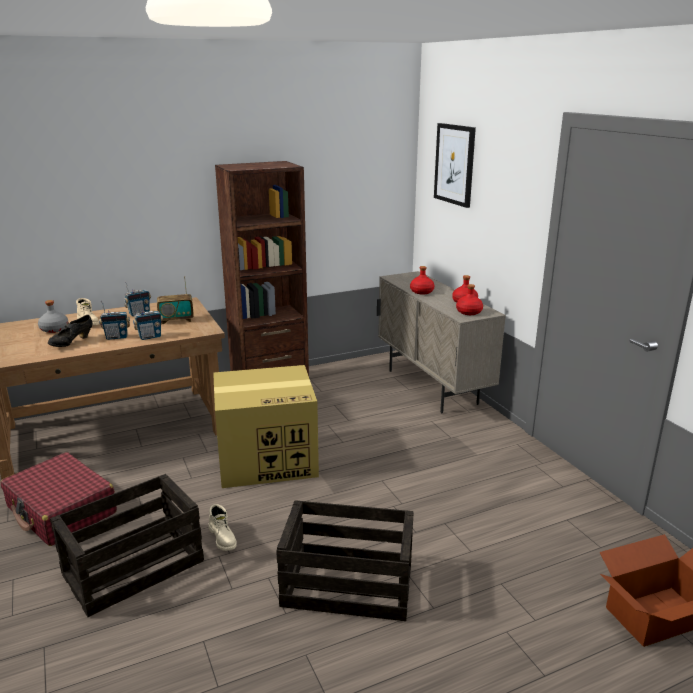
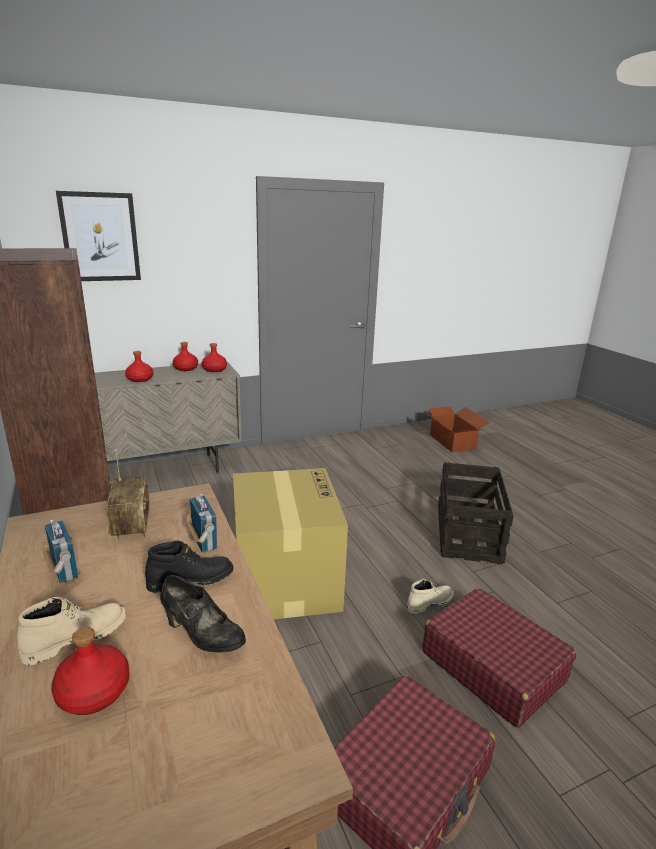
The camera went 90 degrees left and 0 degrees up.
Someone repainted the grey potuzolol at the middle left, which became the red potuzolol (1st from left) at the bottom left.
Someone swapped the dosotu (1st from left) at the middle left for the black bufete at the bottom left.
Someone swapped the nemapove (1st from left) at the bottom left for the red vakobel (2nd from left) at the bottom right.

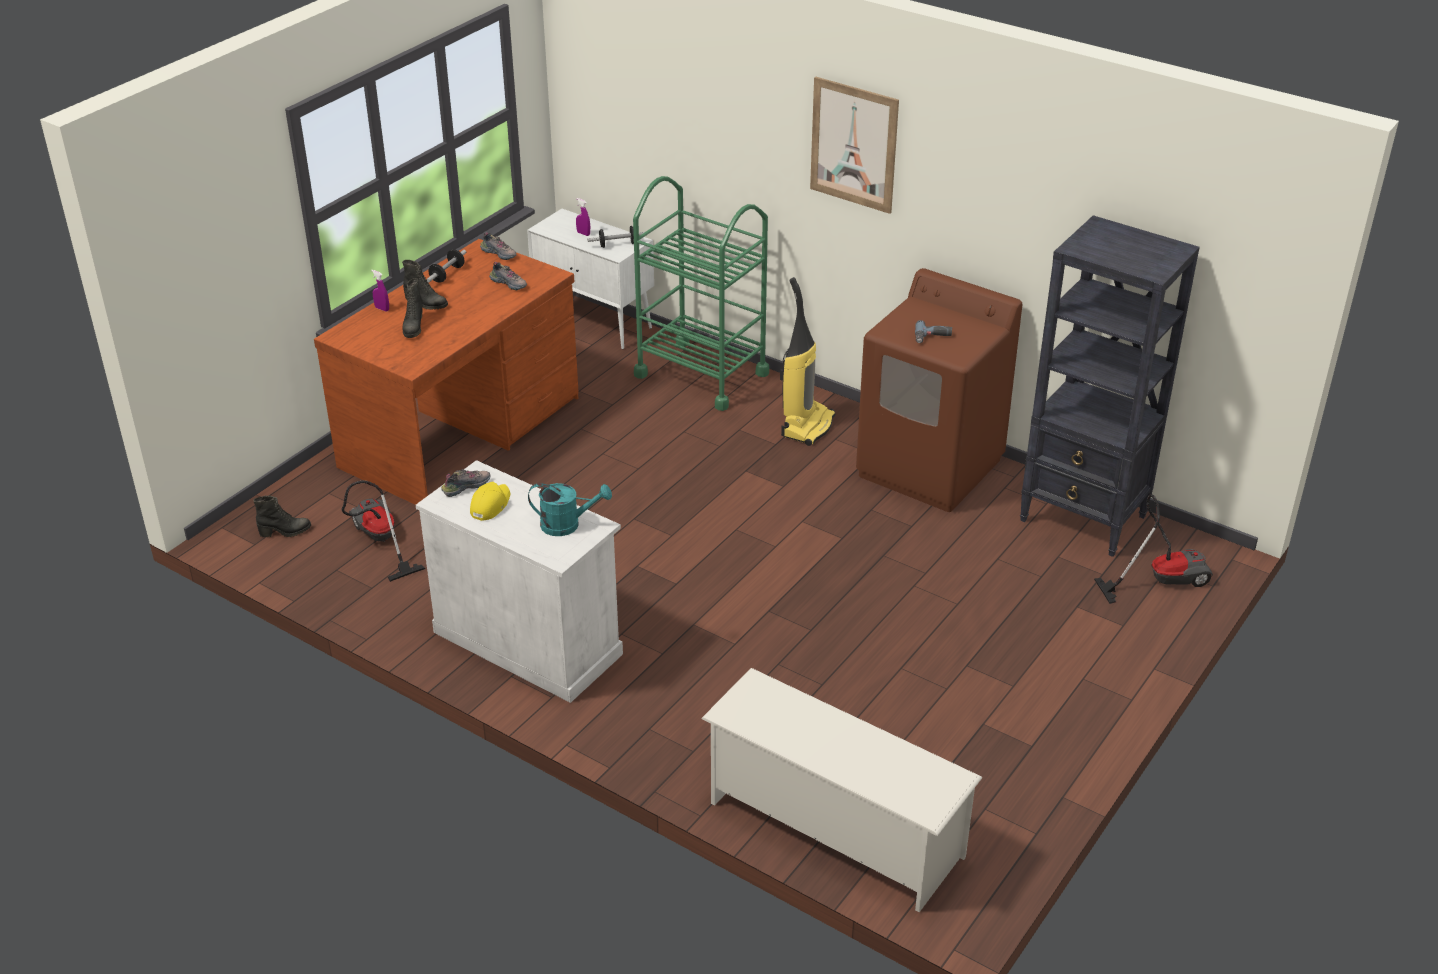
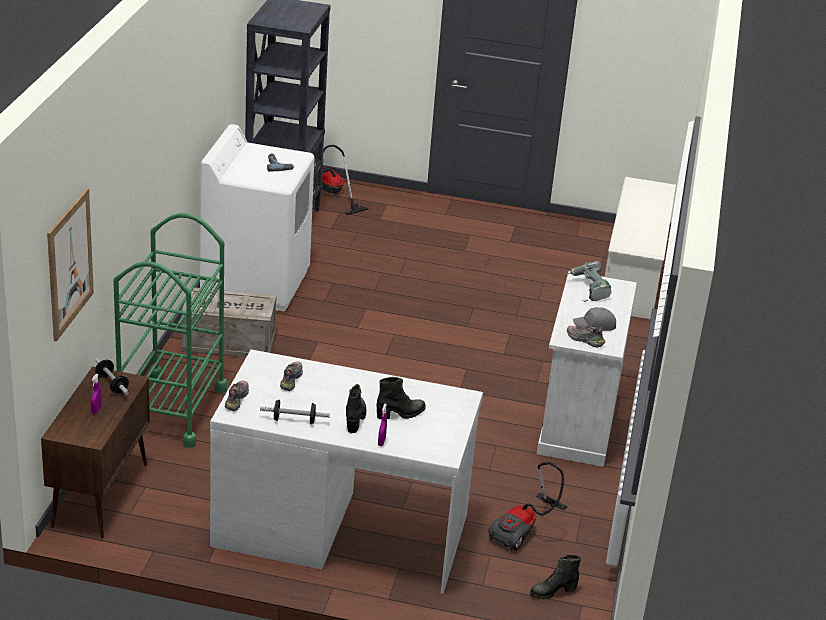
The camera went 115 degrees left and 5 degrees down.
Someone carried the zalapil from the top centre to the middle left.
Someone repainted the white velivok (2nd from left) at the top centre, which became the brown velivok at the bottom left.
Someone repainted the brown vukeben at the middle left, which became the white vukeben at the bottom centre.
Someone repainted the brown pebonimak at the centre, which became the white pebonimak at the middle left.
Someone swapped the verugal (2nd from left) at the centre for the nemapove at the middle left.
Someone repainted the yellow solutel at the centre, which became the grey solutel at the middle right.
Someone swapped the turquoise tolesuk at the centre for the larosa (2nd from left) at the middle right.
Someone rotated the black bufete (1st from left in the first image) at the middle left by 75 degrees counterclockwise.

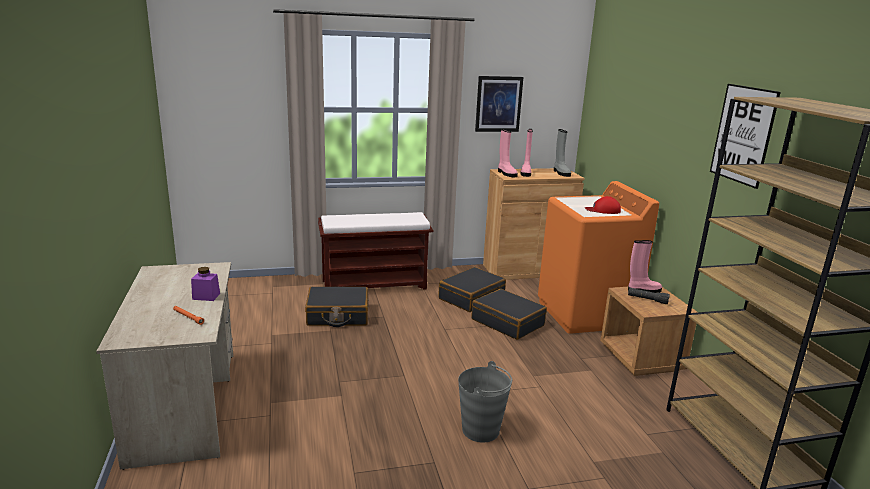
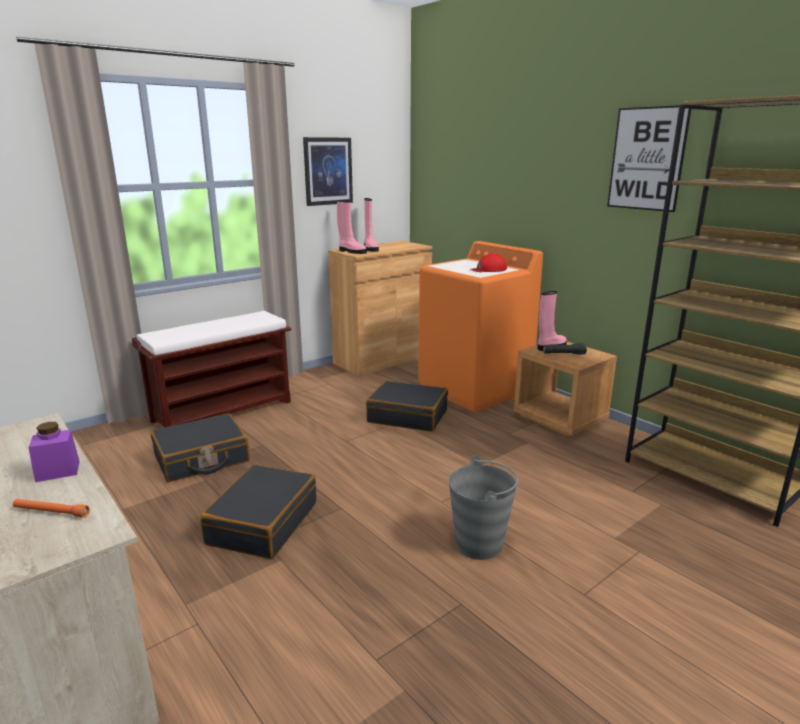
The camera went 25 degrees left and 0 degrees up.
Someone took away the grey bufete at the top centre.
Someone carried the black vakobel (2nd from left) from the centre to the bottom left.

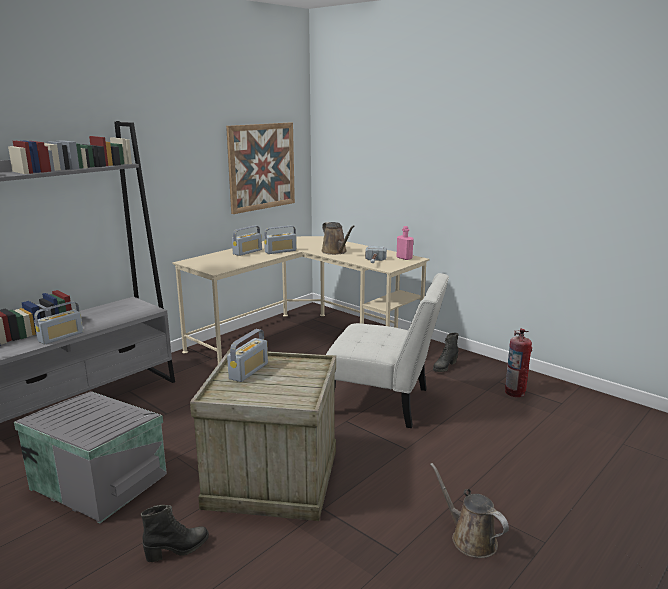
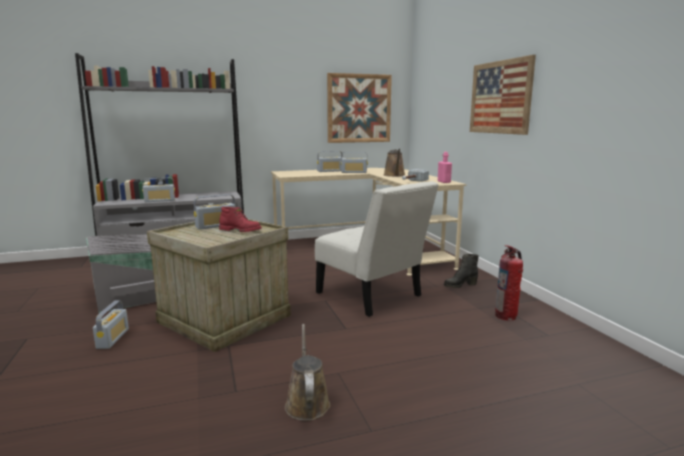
The camera went 30 degrees right and 5 degrees down.
Someone swapped the black bufete (1st from left) at the bottom left for the dosotu (1st from left) at the bottom left.
Someone put up the zalapil (2nd from left) at the top right.
Someone put down the red bufete at the centre.

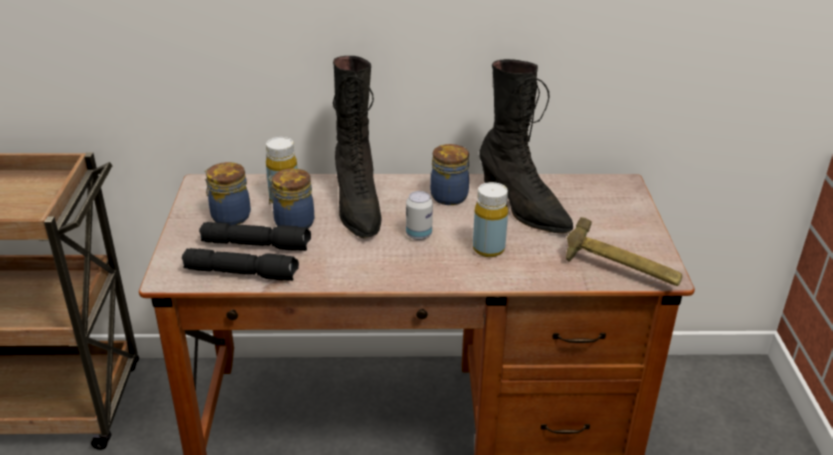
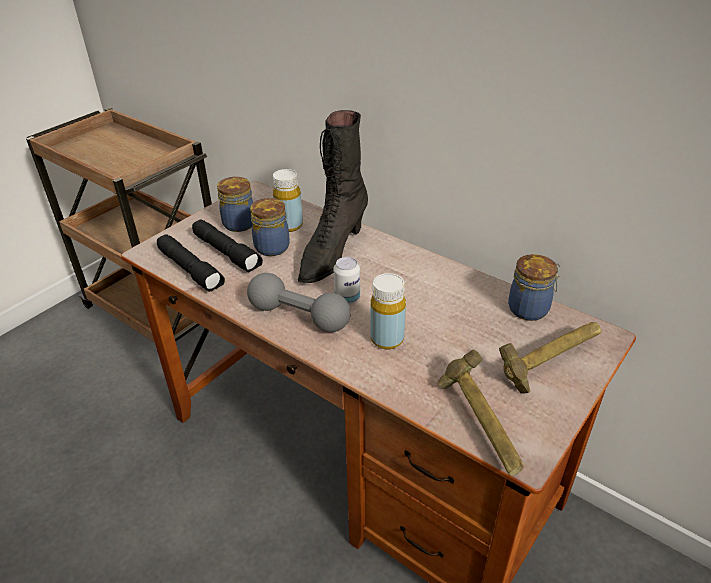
The camera went 40 degrees right and 5 degrees up.
Someone took away the black bufete (2nd from left) at the top centre.
Someone carried the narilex (3rd from left) from the centre to the middle right.
Someone put down the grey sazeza at the centre.
Someone put down the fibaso (2nd from left) at the middle right.

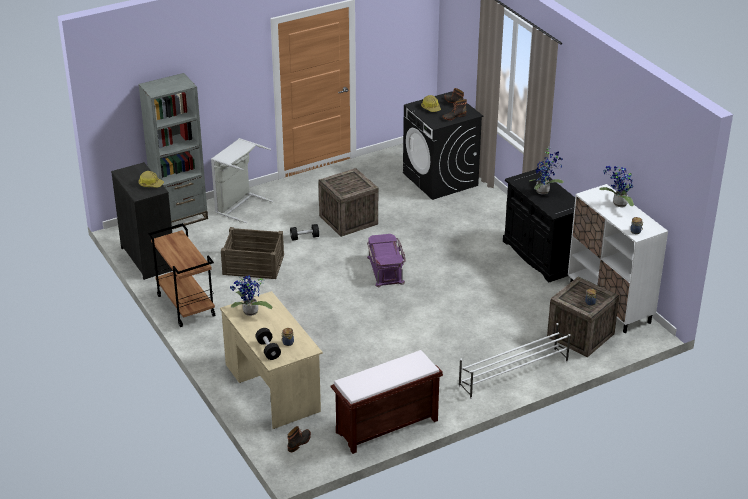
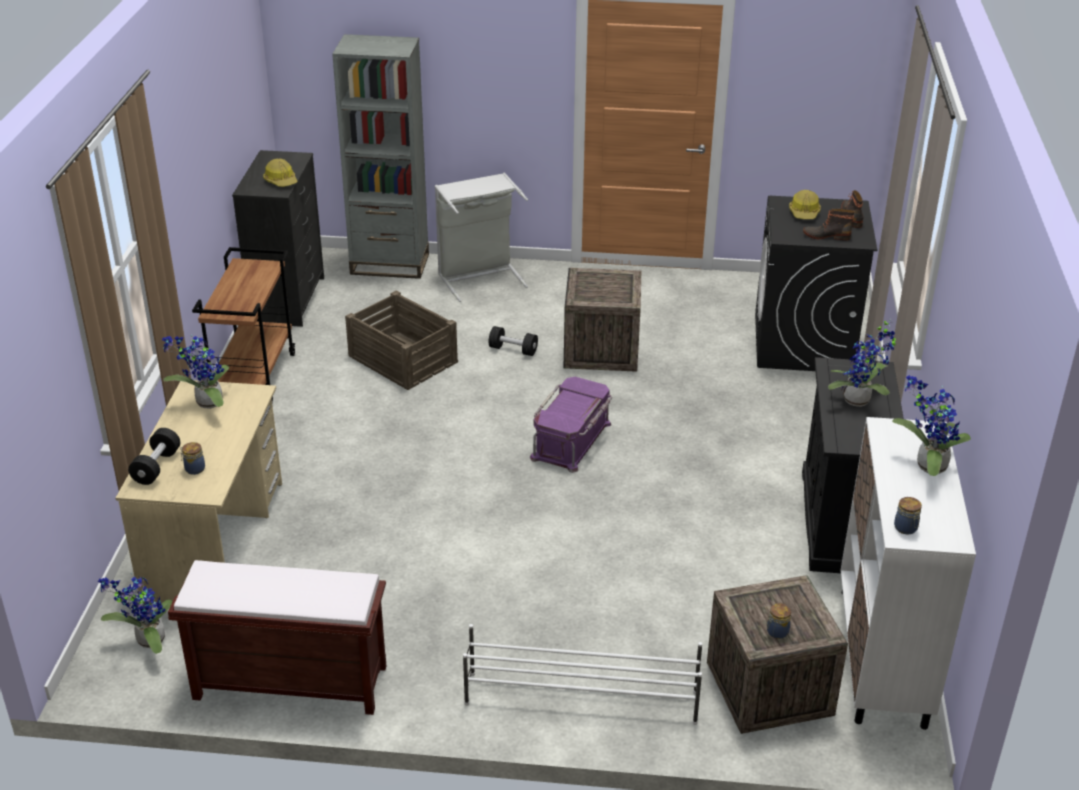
The camera went 35 degrees right and 0 degrees up.
Someone swapped the bufete (1st from left) at the bottom centre for the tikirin (1st from left) at the bottom left.

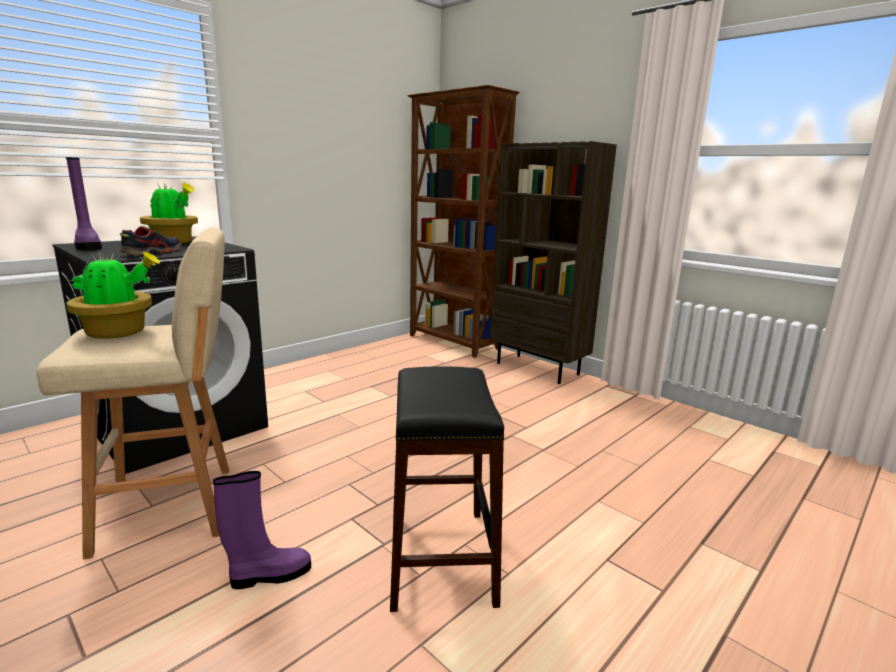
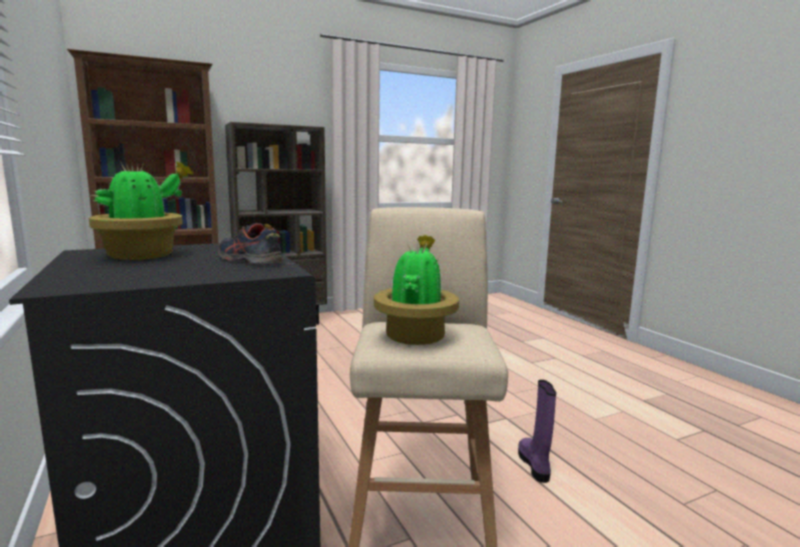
The camera went 70 degrees left and 5 degrees down.
Someone took away the purple bufete (1st from left) at the top left.
Someone took away the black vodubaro at the bottom centre.

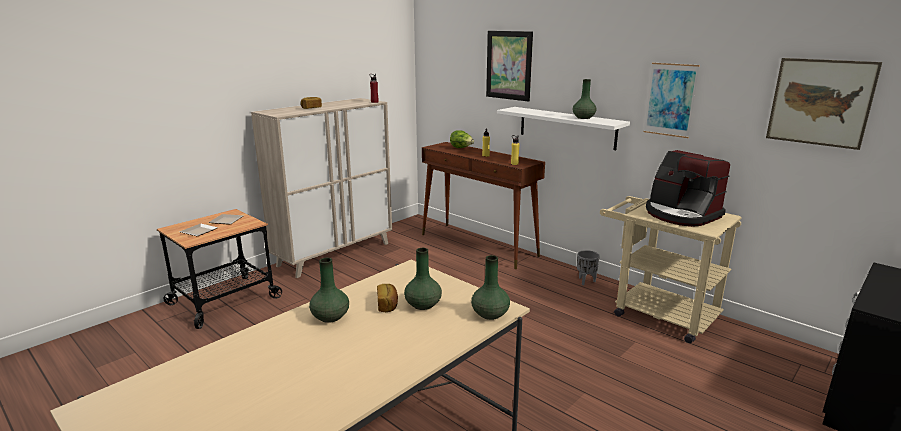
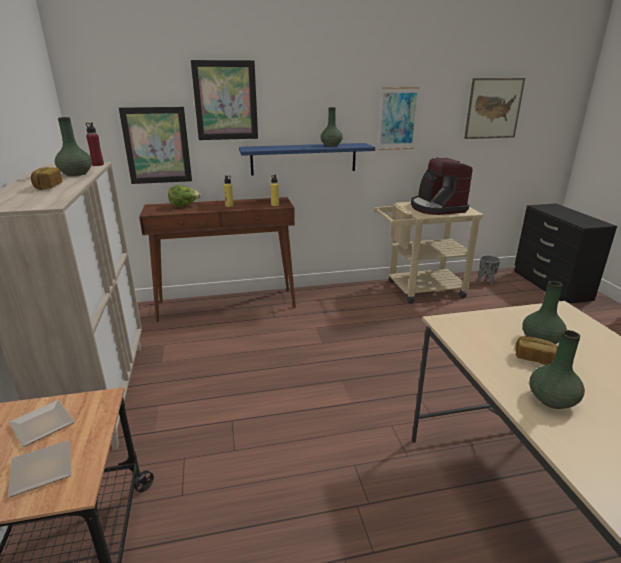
The camera went 55 degrees left and 5 degrees up.
Someone repainted the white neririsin at the top centre, which became the blue neririsin at the top centre.
Someone rotated the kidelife at the middle right by 75 degrees clockwise.
Someone carried the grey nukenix from the centre to the middle right.
Someone carried the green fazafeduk (3rd from left in the first image) from the centre to the top left.
Someone put up the zalapil (1st from left) at the top left.

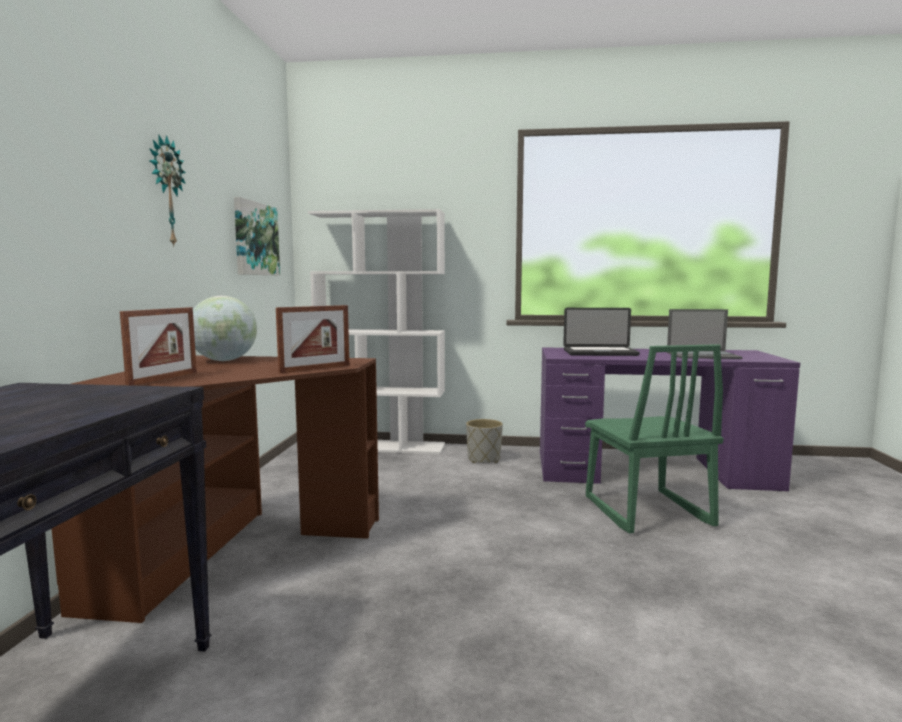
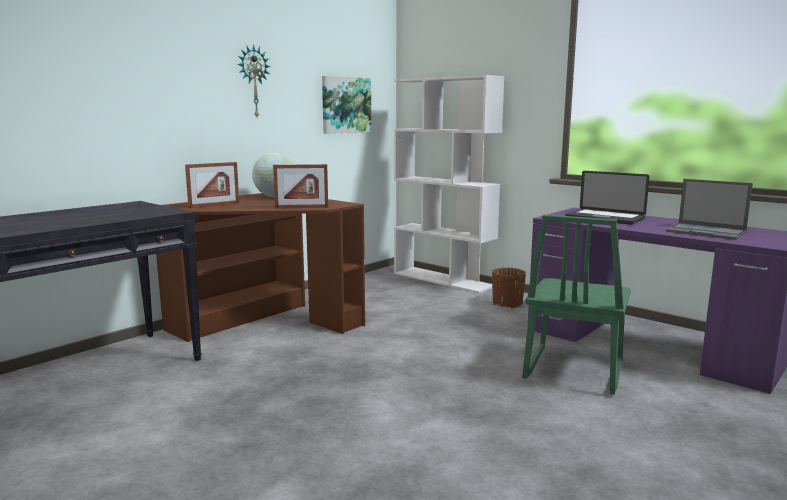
The camera went 35 degrees right and 5 degrees up.
Someone repainted the grey nukenix at the centre, which became the brown nukenix at the centre.

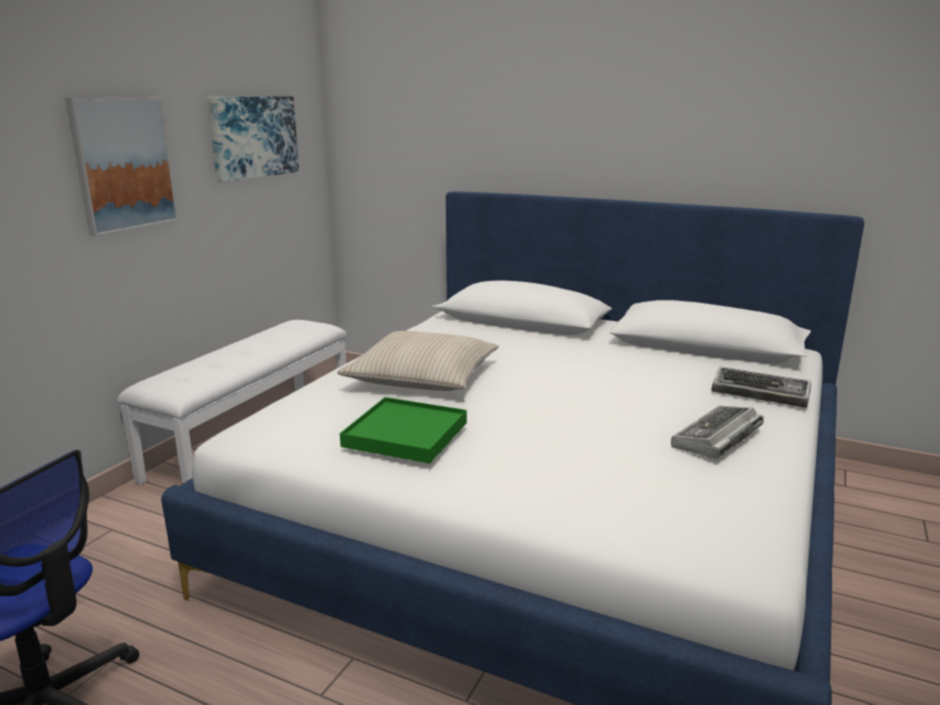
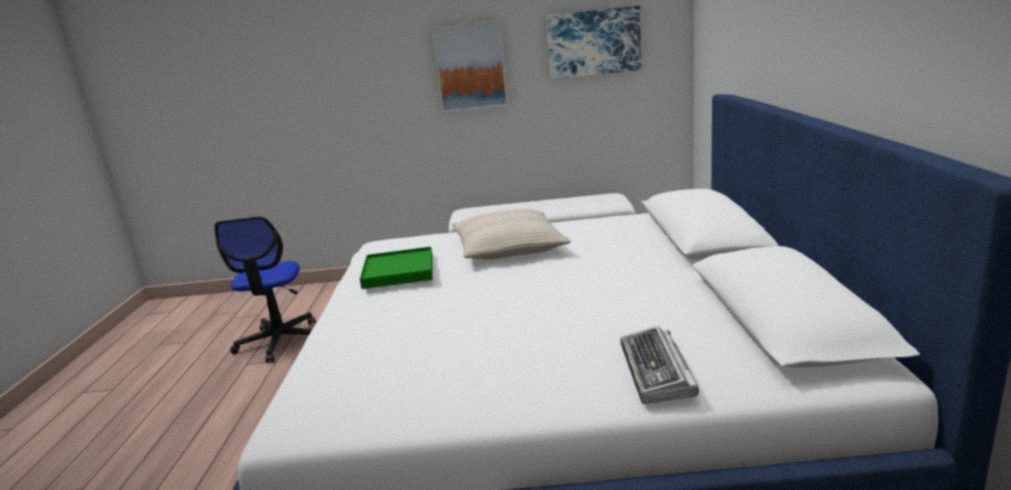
The camera went 65 degrees right and 0 degrees up.
Someone took away the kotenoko (1st from left) at the middle right.

